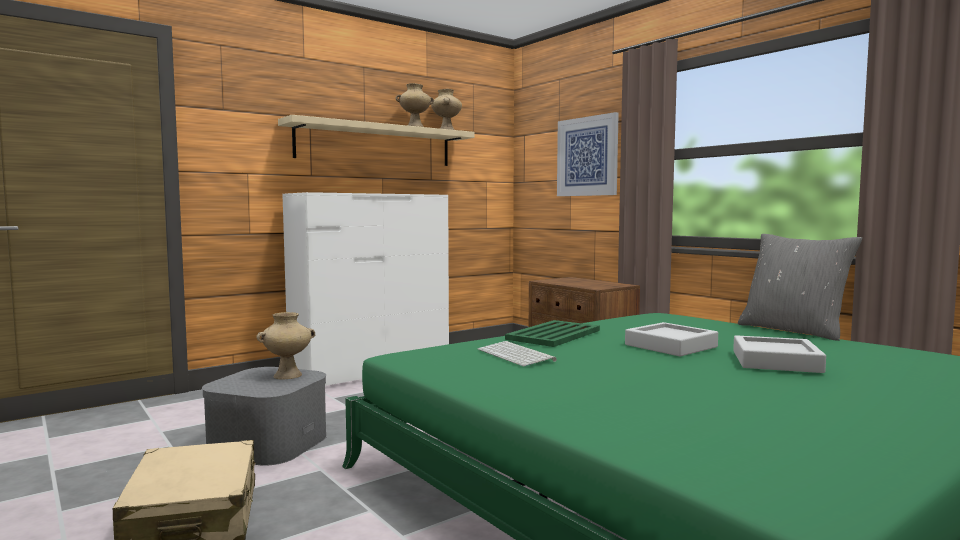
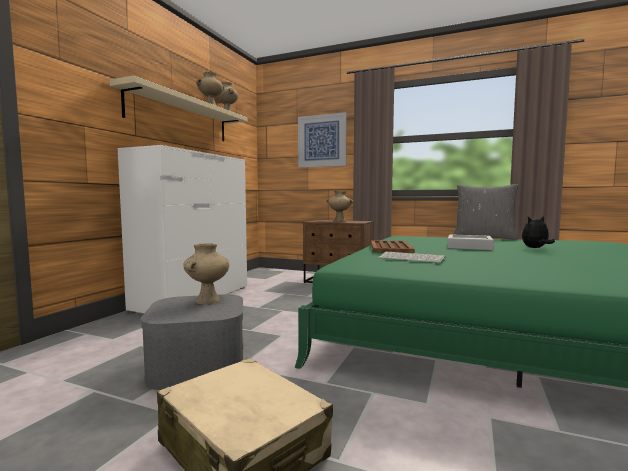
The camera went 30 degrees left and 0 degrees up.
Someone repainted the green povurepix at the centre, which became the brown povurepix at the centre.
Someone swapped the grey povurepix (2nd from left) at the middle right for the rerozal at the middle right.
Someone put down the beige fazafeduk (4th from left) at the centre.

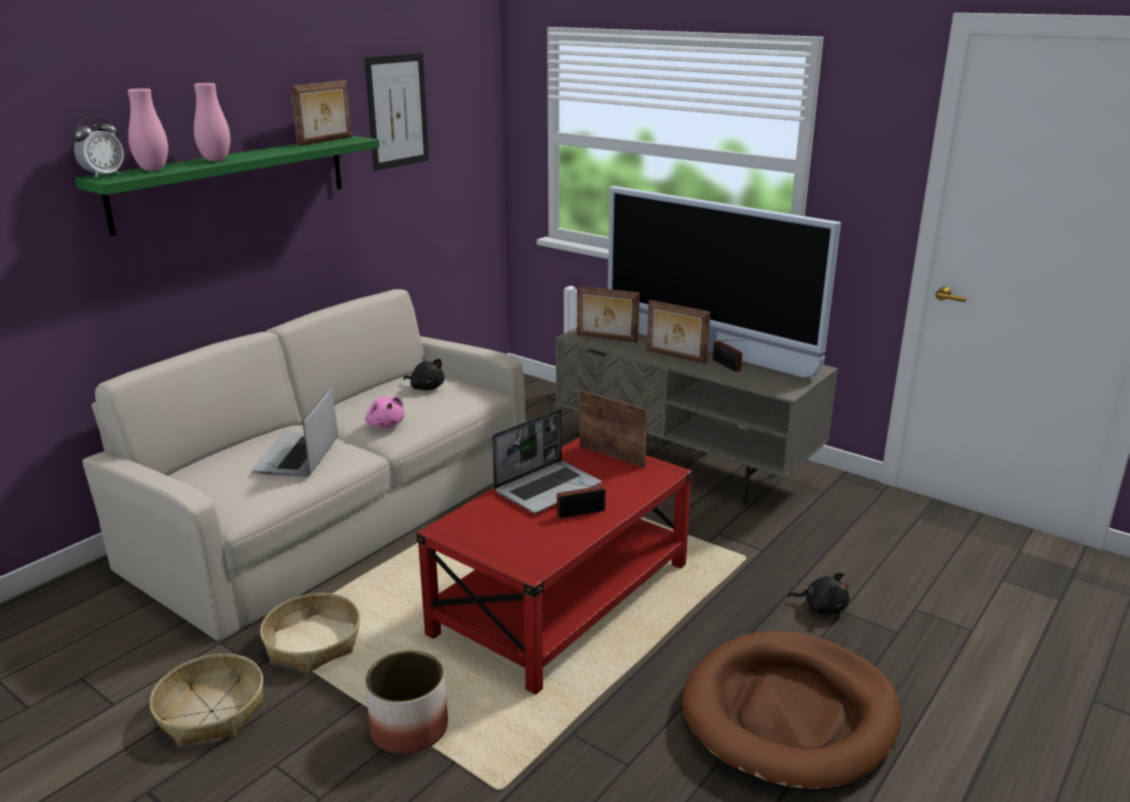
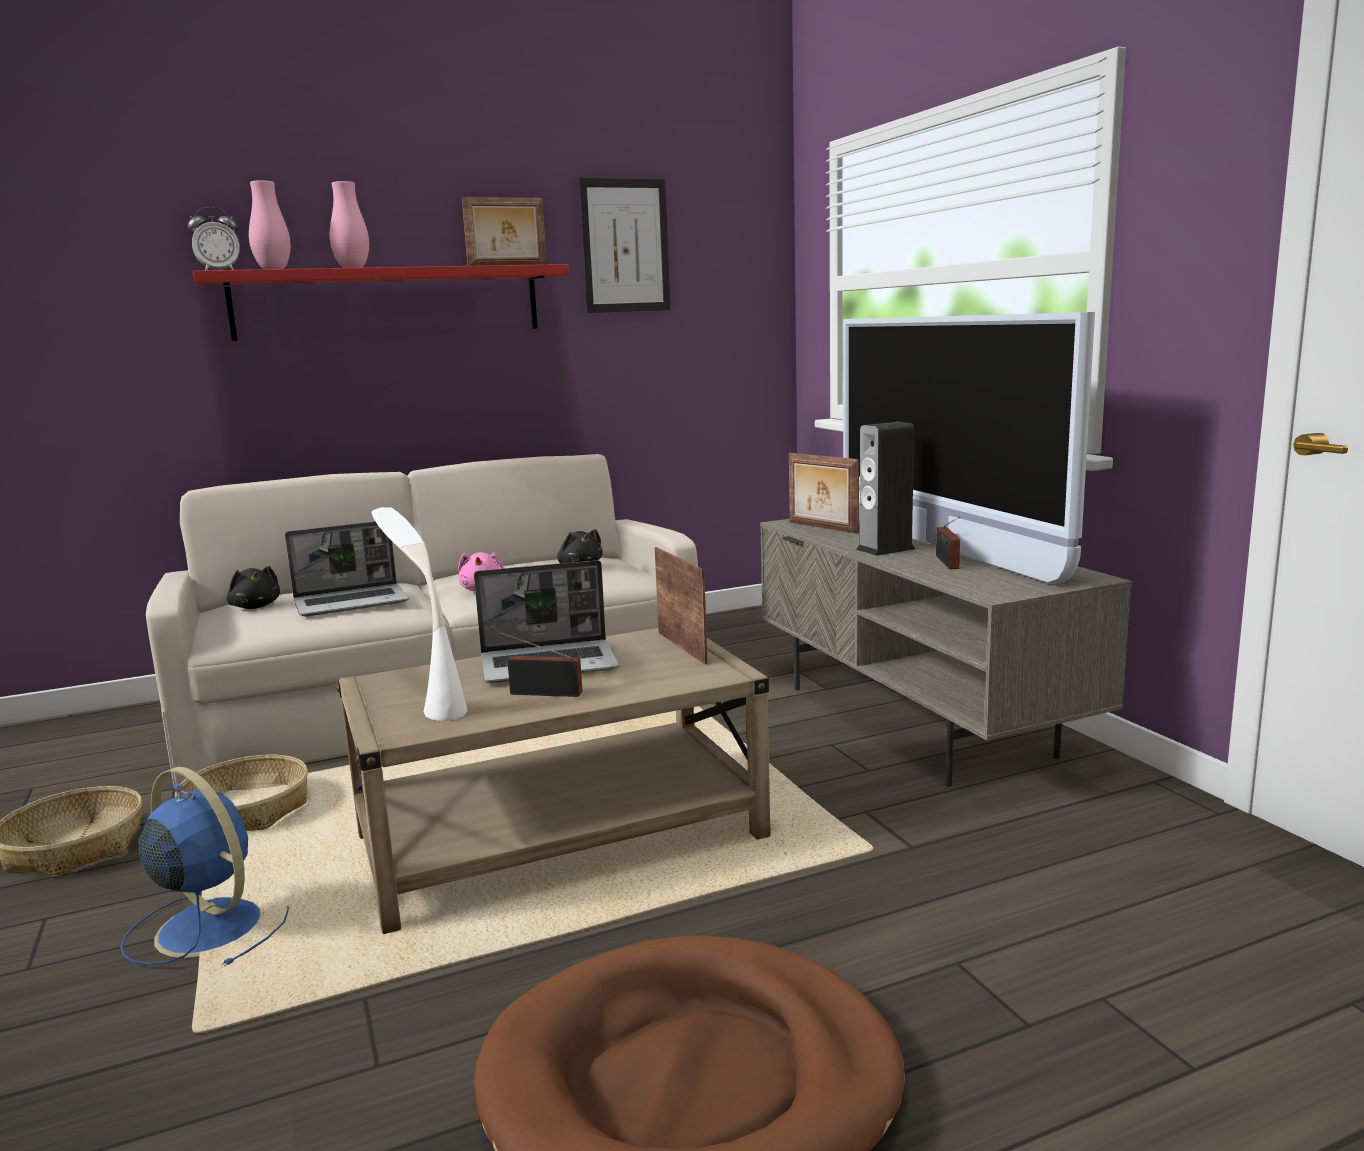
The camera went 30 degrees right and 10 degrees down.
Someone repainted the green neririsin at the top left, which became the red neririsin at the top left.
Someone swapped the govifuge (4th from left) at the centre for the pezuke at the centre.
Someone rotated the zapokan (1st from left) at the middle left by 150 degrees counterclockwise.
Someone repainted the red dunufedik at the bottom centre, which became the beige dunufedik at the bottom centre.
Someone carried the black rerozal (2nd from left in the first image) from the bottom right to the middle left.
Someone swapped the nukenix at the bottom centre for the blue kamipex at the bottom left.
Someone put down the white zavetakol at the middle left.

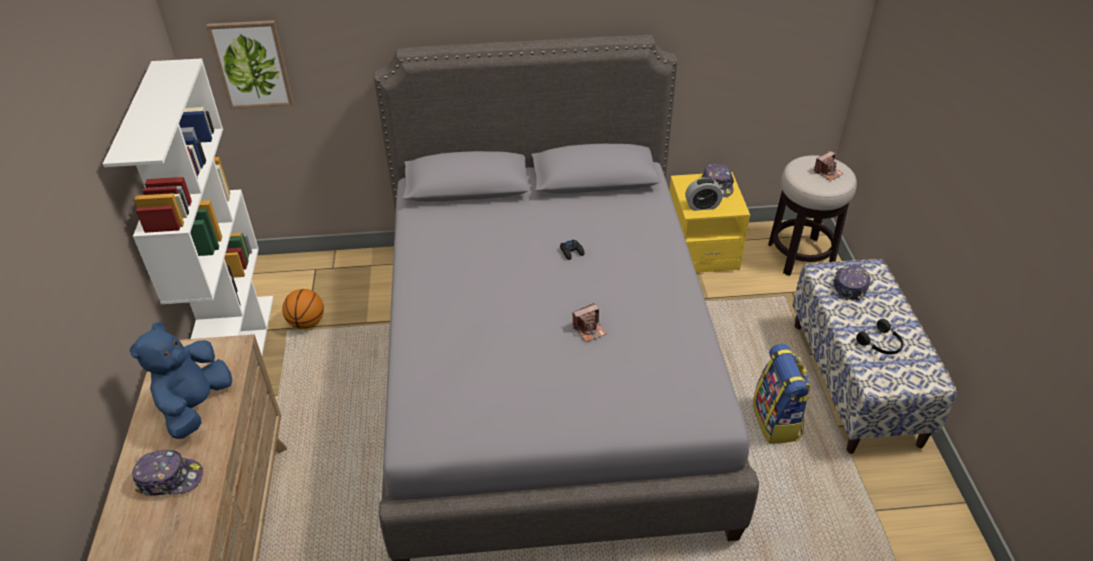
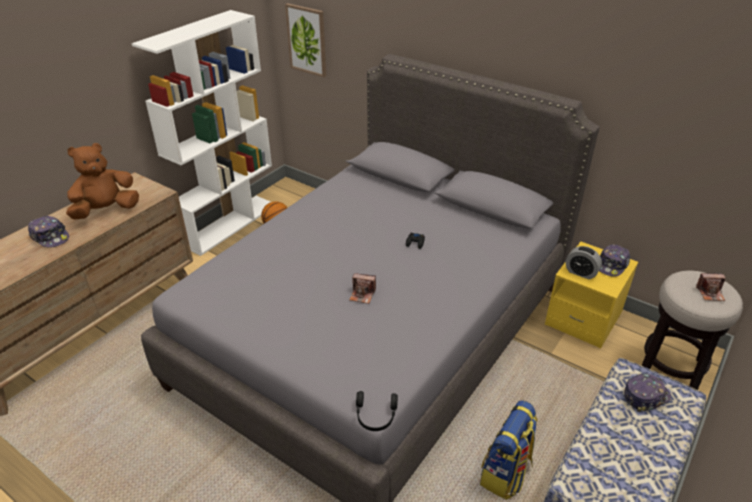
The camera went 40 degrees right and 5 degrees down.
Someone carried the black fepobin from the middle right to the bottom centre.
Someone repainted the blue rerozal at the bottom left, which became the brown rerozal at the middle left.

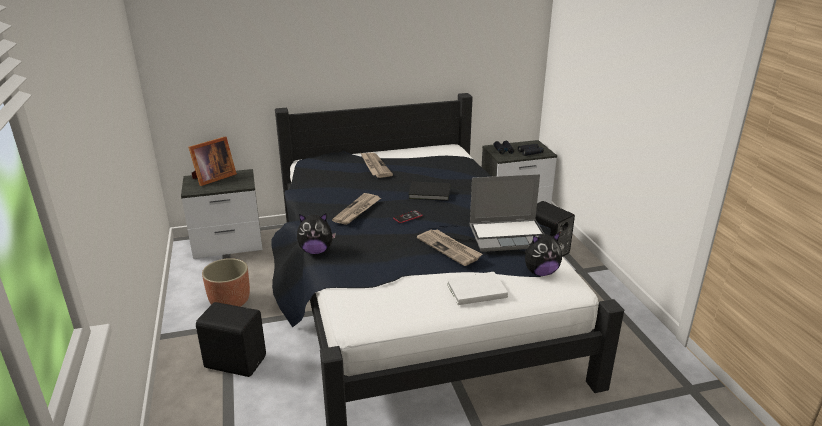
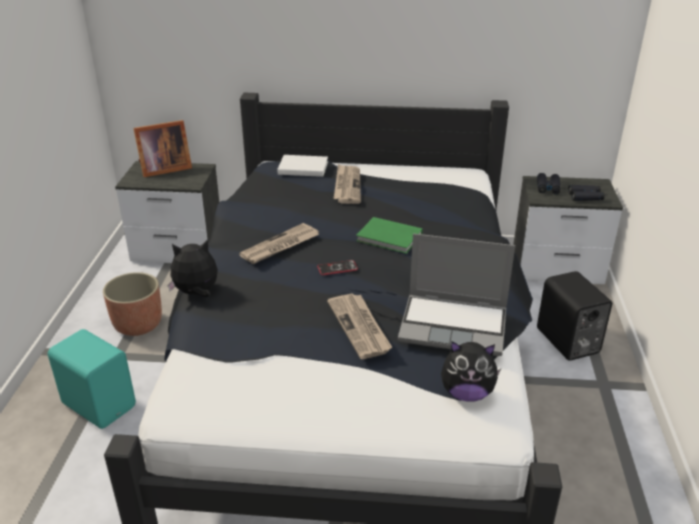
The camera went 20 degrees right and 5 degrees up.
Someone repainted the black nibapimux at the centre, which became the green nibapimux at the centre.
Someone rotated the rerozal (1st from left) at the centre by 150 degrees clockwise.
Someone carried the white nibapimux from the bottom centre to the top centre.
Someone repainted the black pezuke (1st from left) at the bottom left, which became the turquoise pezuke at the bottom left.

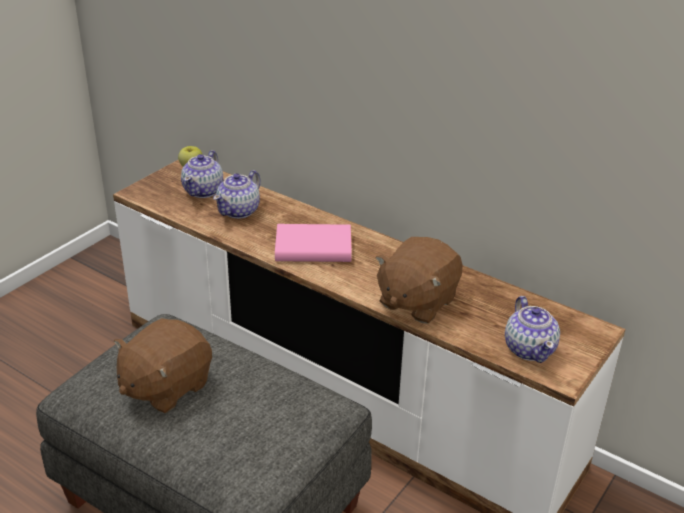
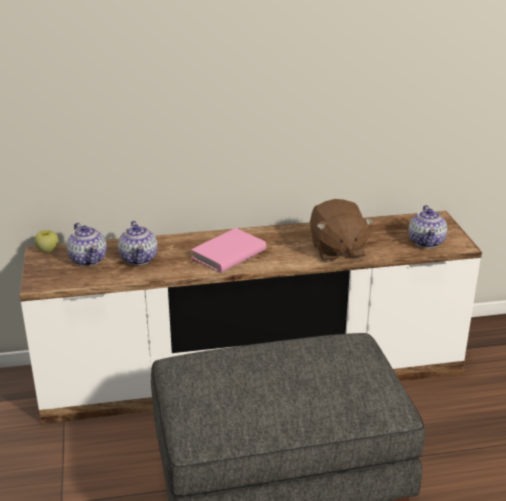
The camera went 45 degrees left and 5 degrees down.
Someone rotated the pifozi (3rd from left) at the middle right by 60 degrees clockwise.
Someone took away the brown rerozal (1st from left) at the bottom left.

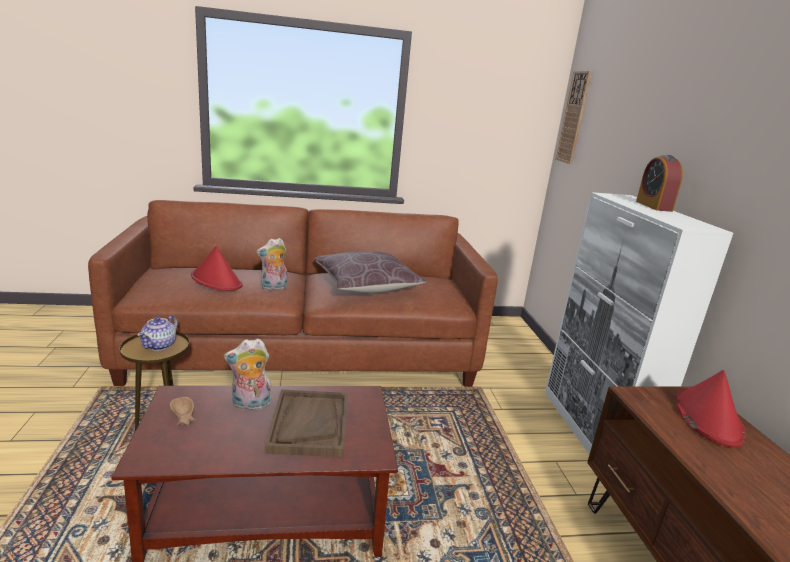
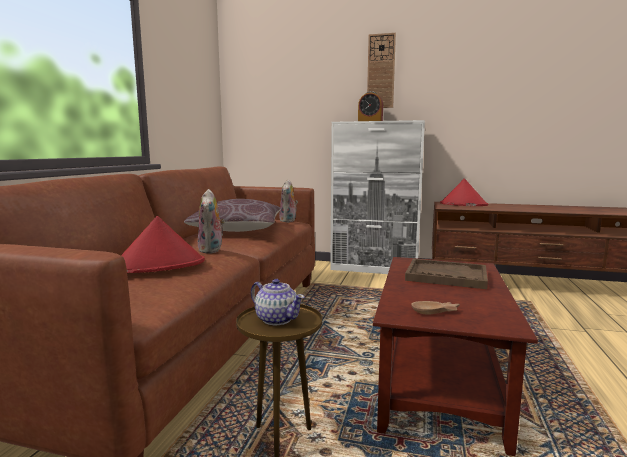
The camera went 65 degrees left and 10 degrees down.
Someone carried the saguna from the top right to the top centre.
Someone carried the rerozal (1st from left in the first image) from the middle left to the centre.

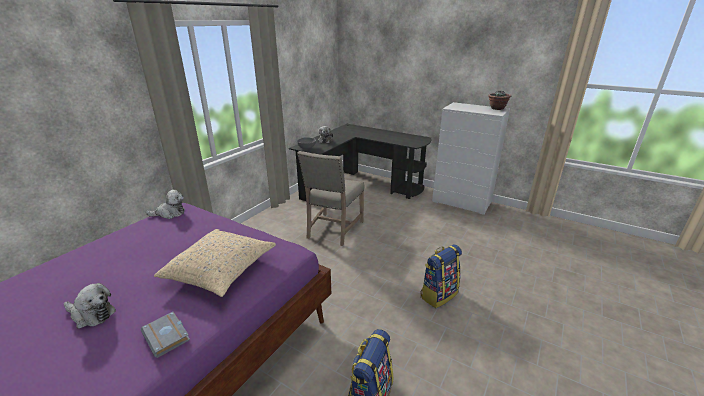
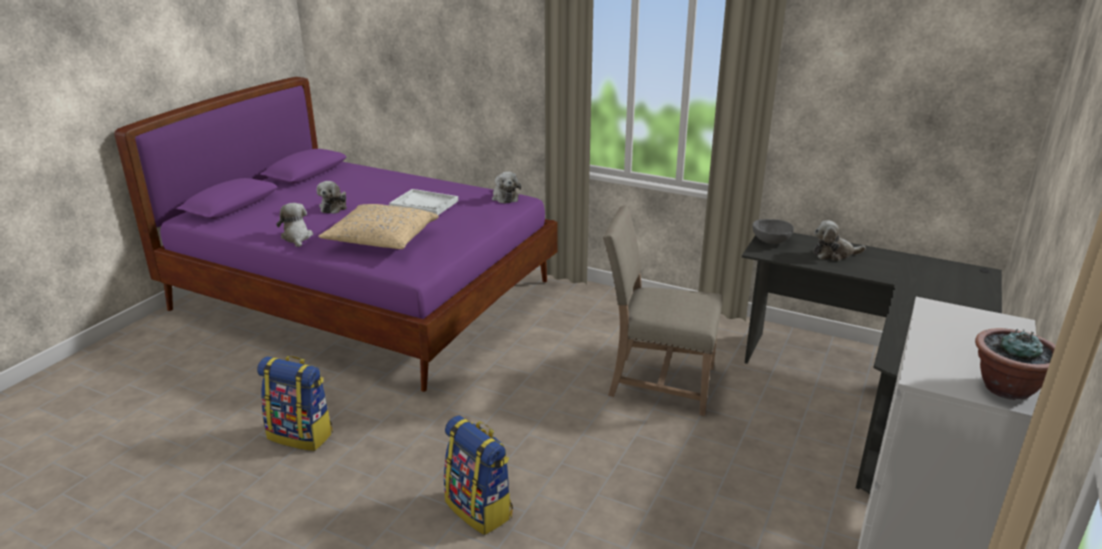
The camera went 85 degrees right and 0 degrees up.
Someone swapped the grey nibapimux at the bottom left for the rerozal (1st from left) at the middle left.
Someone put down the white povurepix at the centre.

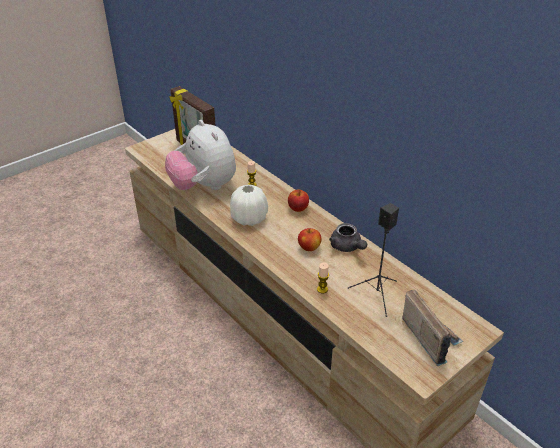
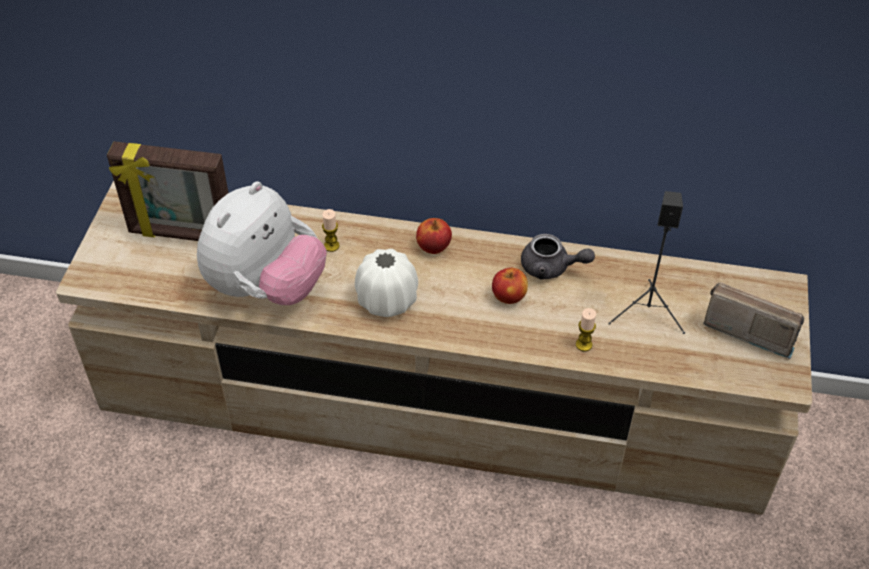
The camera went 40 degrees left and 10 degrees up.
Someone rotated the rerozal at the centre by 75 degrees counterclockwise.

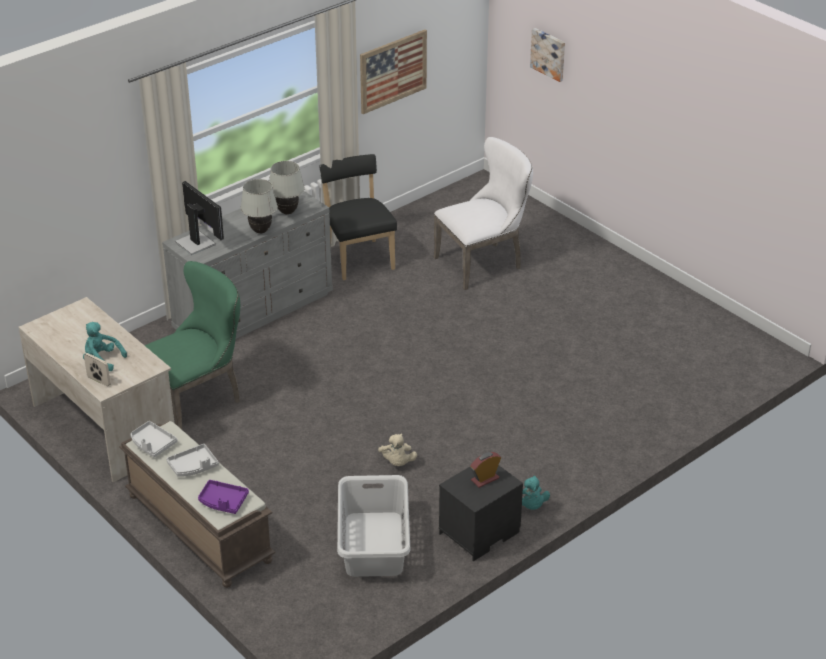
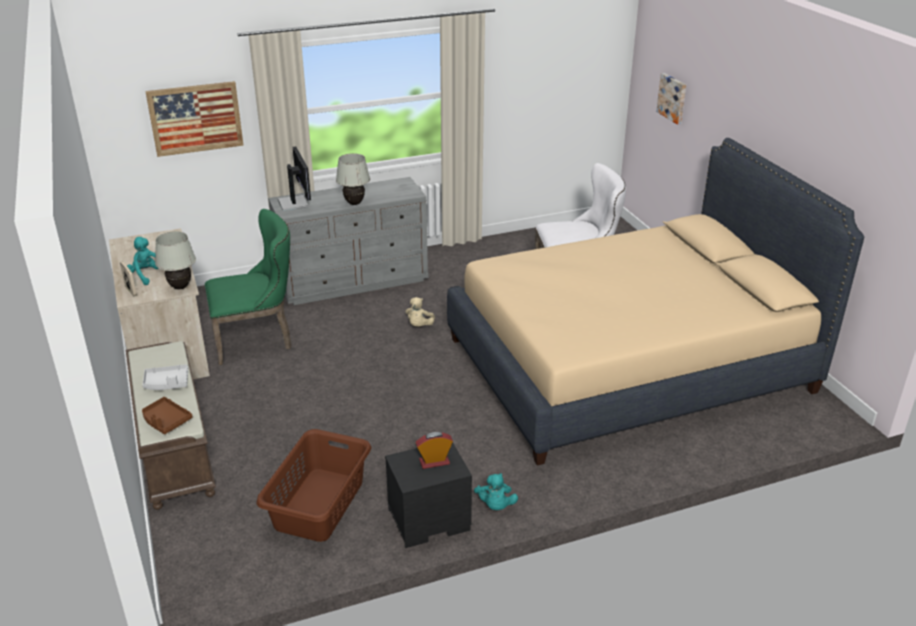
The camera went 20 degrees right and 5 degrees down.
Someone carried the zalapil (1st from left) from the top centre to the top left.
Someone took away the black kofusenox at the top centre.
Someone carried the white zavetakol (2nd from left in the first image) from the top centre to the middle left.
Someone took away the grey povurepix (1st from left) at the middle left.
Someone carried the beige rerozal from the bottom centre to the centre.
Someone repainted the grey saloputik at the bottom centre, which became the brown saloputik at the bottom centre.
Someone repainted the purple povurepix at the bottom left, which became the brown povurepix at the middle left.
Someone put down the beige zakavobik at the middle right.

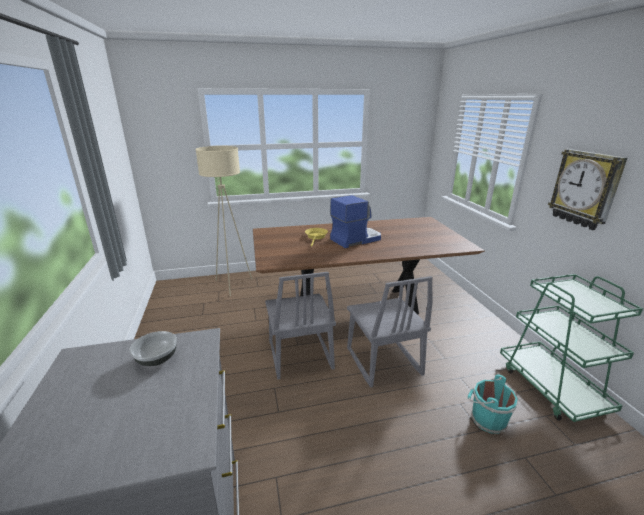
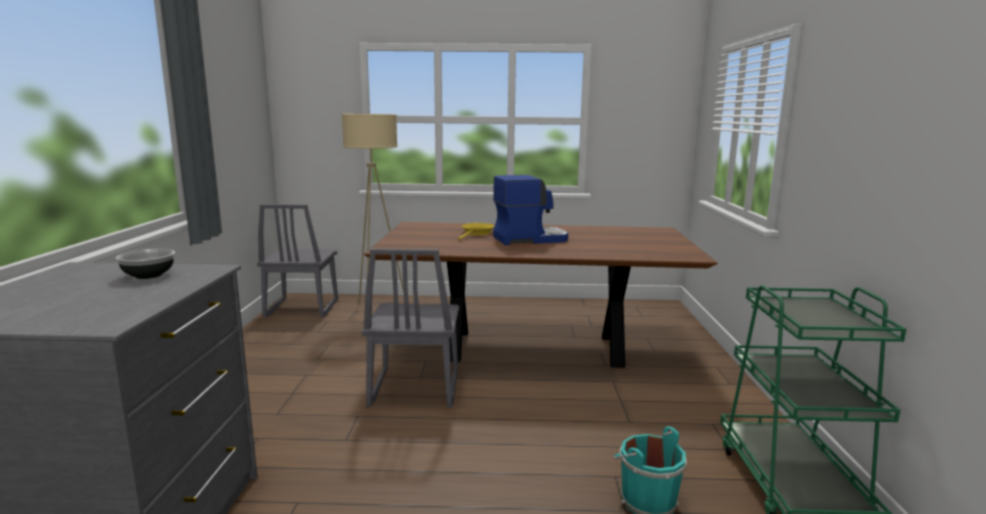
The camera went 15 degrees right and 10 degrees down.
Someone took away the saguna at the middle right.
Someone carried the grey kofusenox (2nd from left in the first image) from the centre to the middle left.

